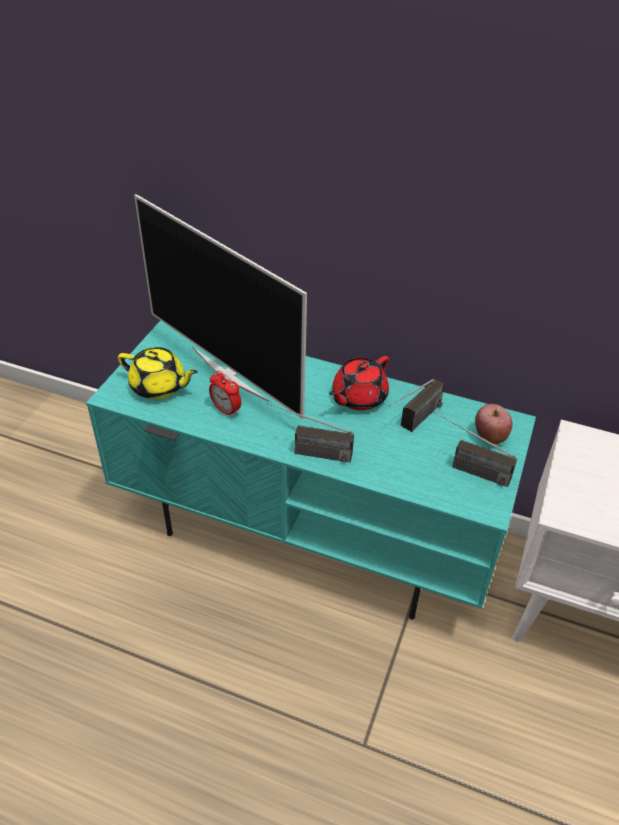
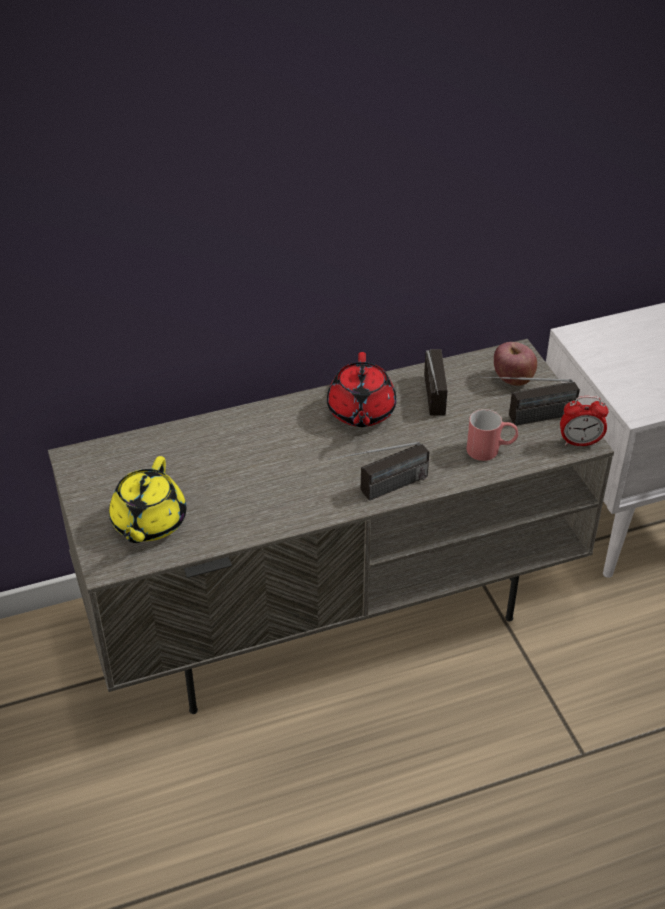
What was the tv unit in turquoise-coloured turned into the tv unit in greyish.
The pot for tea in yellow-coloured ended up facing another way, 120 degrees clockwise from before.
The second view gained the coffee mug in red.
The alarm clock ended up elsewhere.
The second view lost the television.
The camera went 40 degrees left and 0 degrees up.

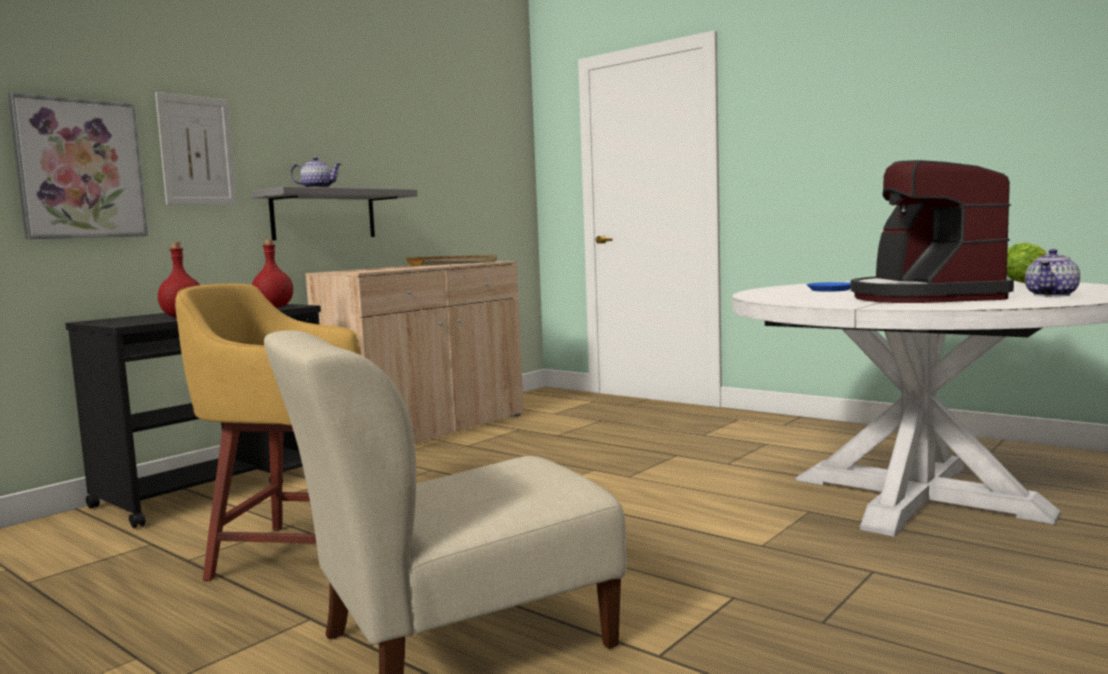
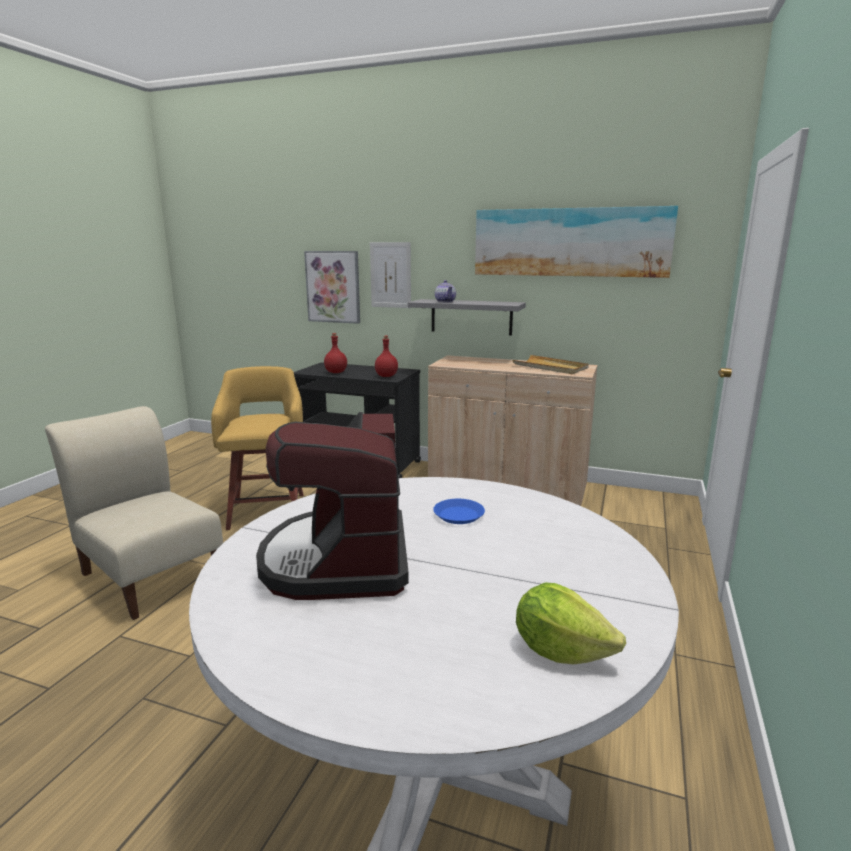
The coffee brewer ended up facing another way, 75 degrees counterclockwise from before.
The second view gained the wall art (no. 3 from left).
The second view lost the pot for tea (no. 2 from left).
The camera went 70 degrees right and 10 degrees up.

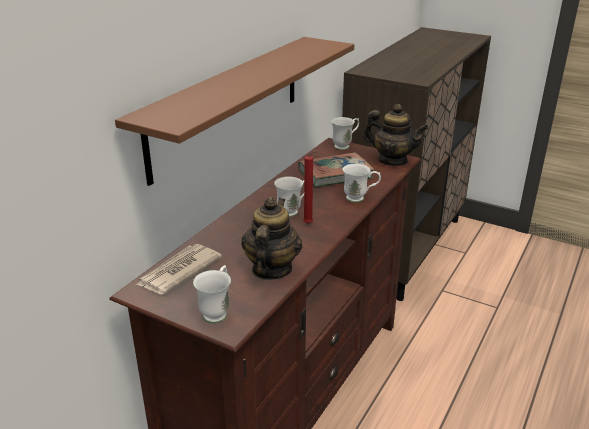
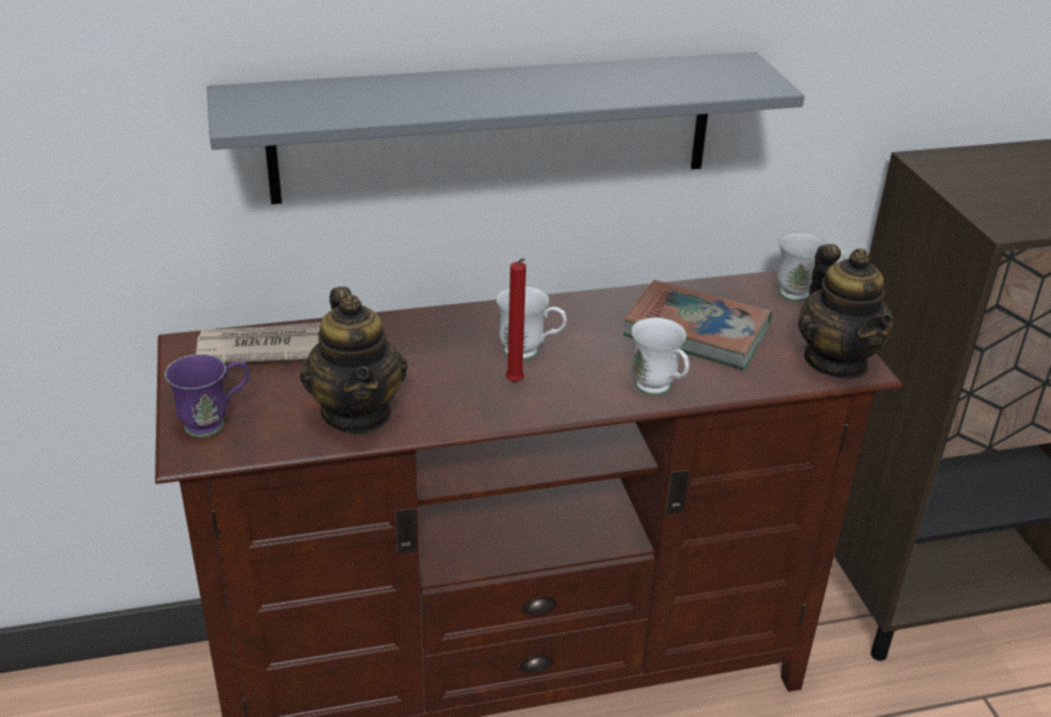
What was the coffee mug in whitish (no. 1 from left) turned into the coffee mug in purple-coloured.
What was the shelf in brownish turned into the shelf in greyish.
The pot for tea (no. 1 from left) ended up facing another way, 105 degrees clockwise from before.
The camera went 45 degrees right and 5 degrees up.

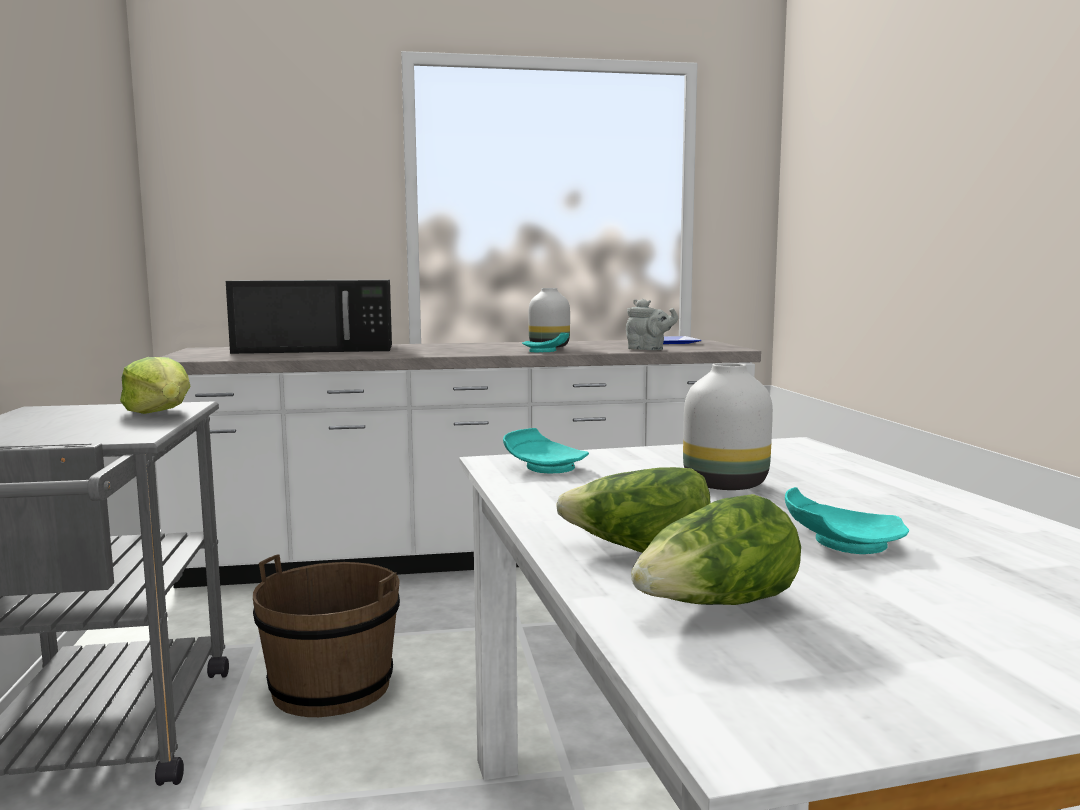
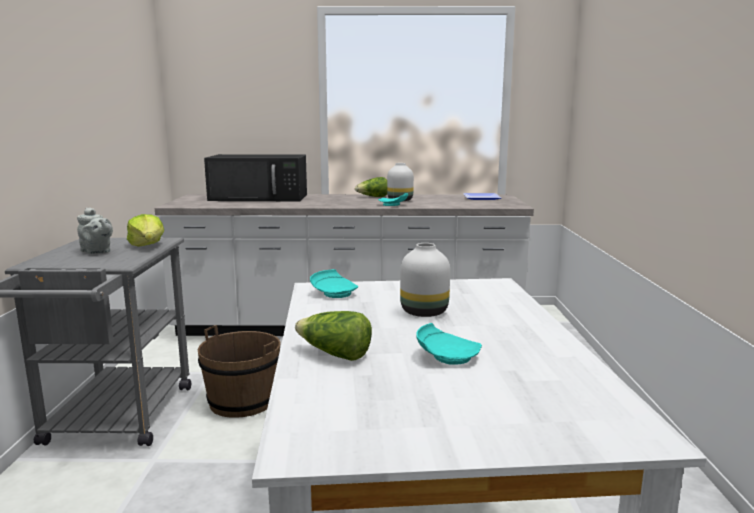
The pot for tea in greyish ended up elsewhere.
The head of lettuce (no. 3 from left) ended up elsewhere.
The camera went 10 degrees right and 5 degrees up.

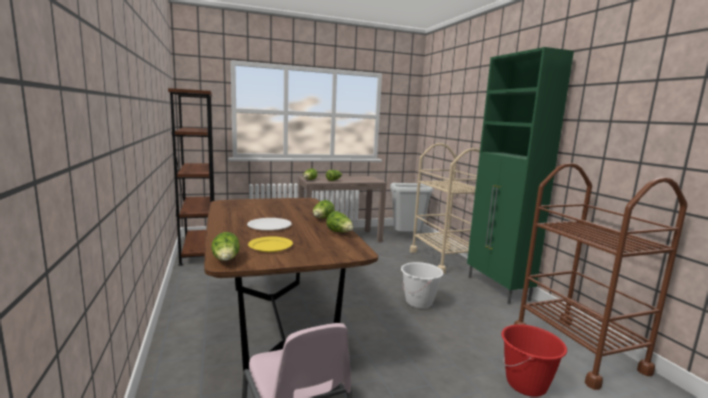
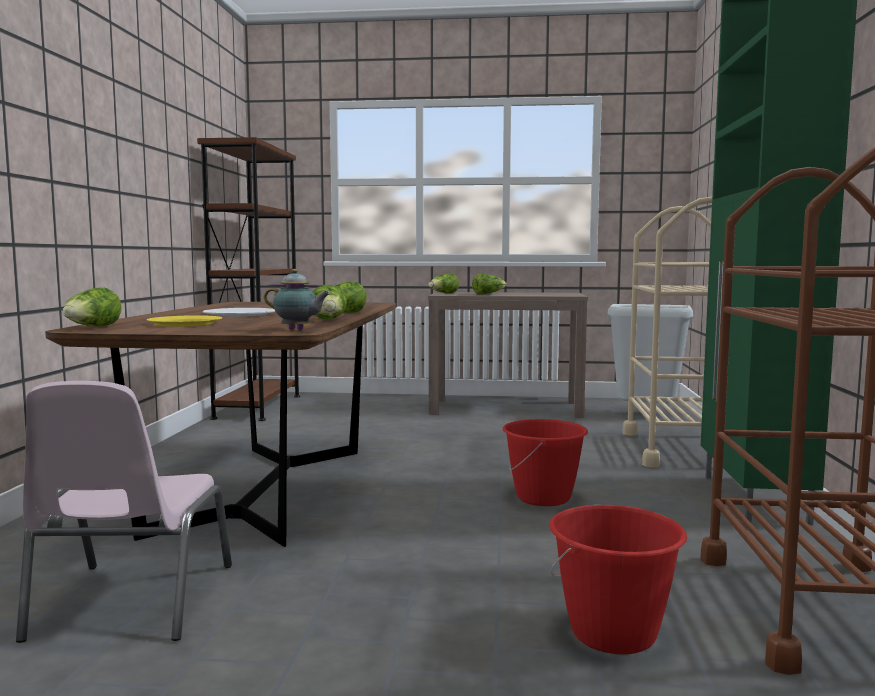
The second view gained the pot for tea.
What was the water bucket in whitish turned into the water bucket in red (no. 1 from left).
The camera went 25 degrees right and 5 degrees down.

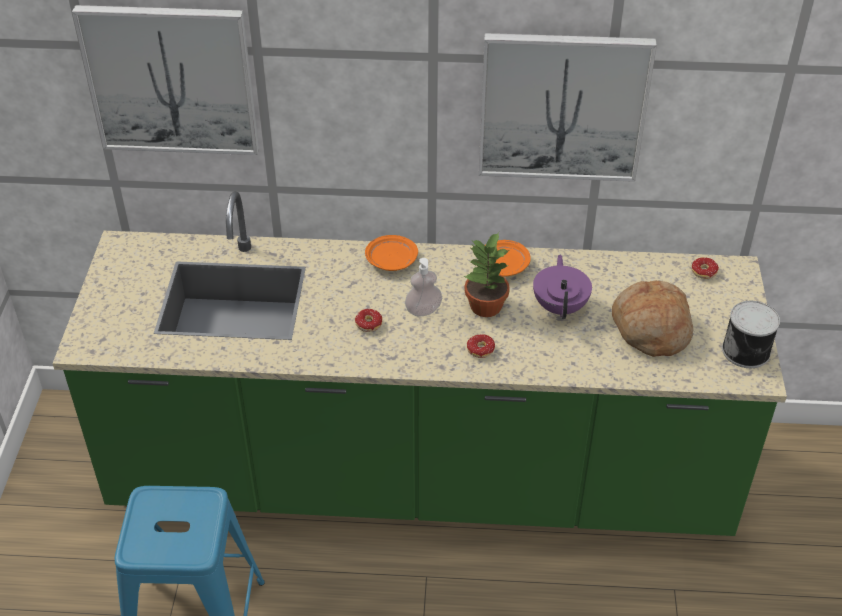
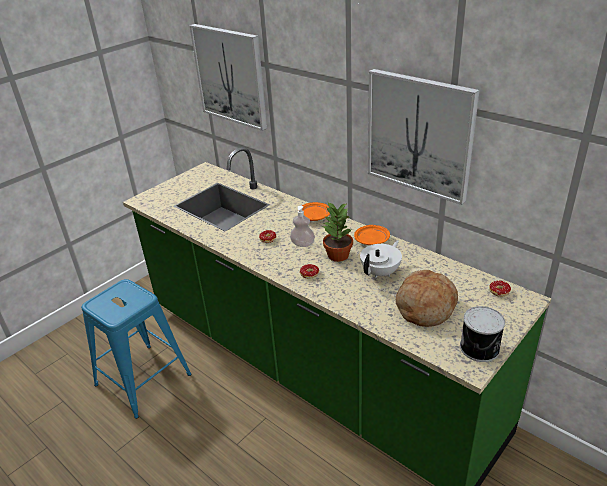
What was the pot for tea in purple-coloured turned into the pot for tea in whitish.
The camera went 40 degrees right and 10 degrees down.

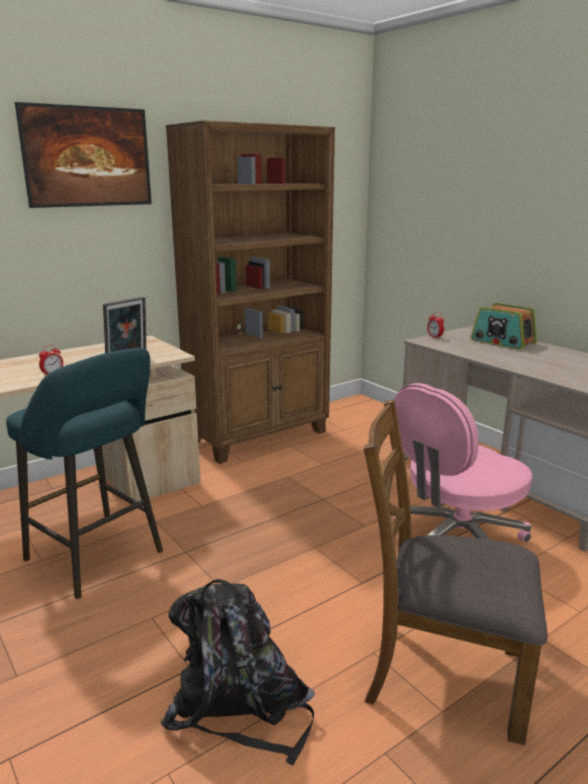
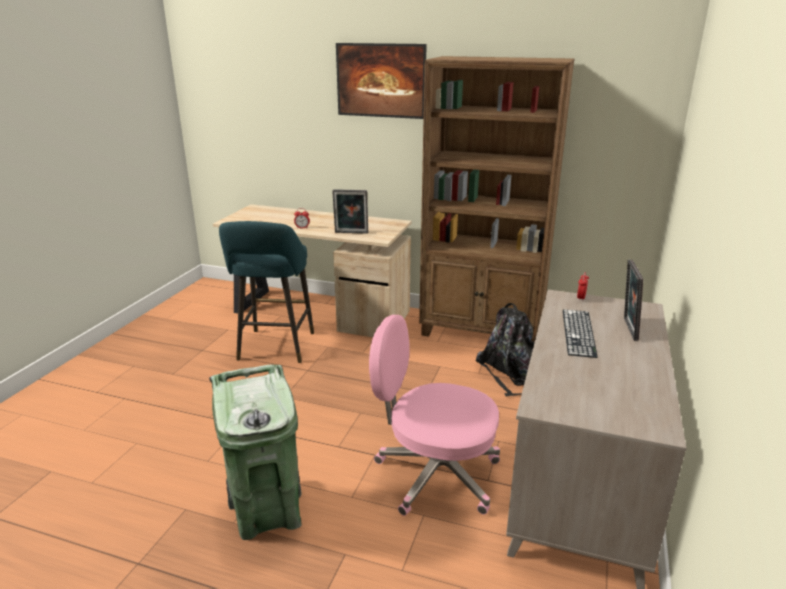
Where the upright chair in brownish stood, the trash can in green-coloured came to stand.
The rucksack in blackish ended up elsewhere.
The second view gained the computer keyboard.
Where the radio receiver stood, the picture frame (no. 2 from left) came to stand.
The camera went 55 degrees right and 5 degrees up.

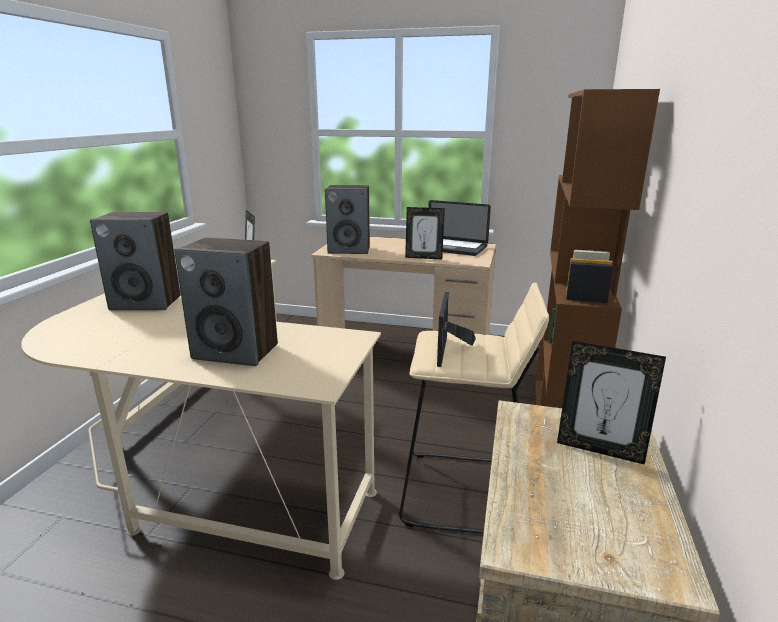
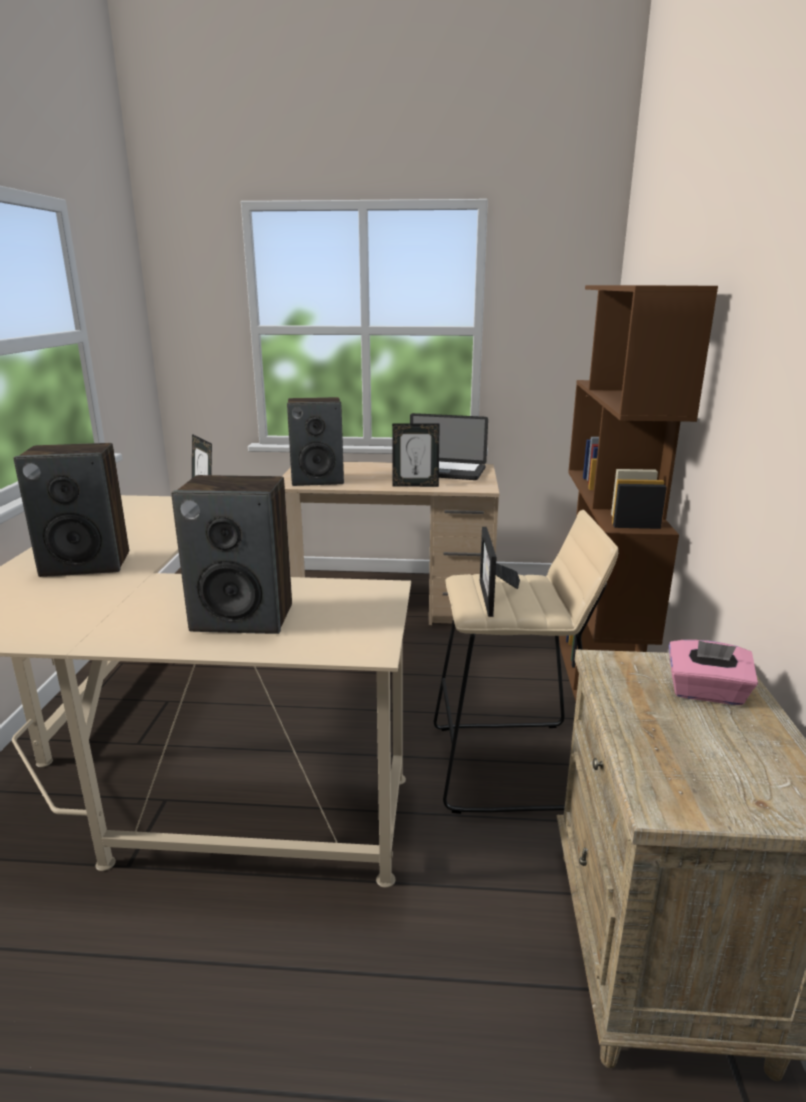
Where the picture frame (no. 4 from left) stood, the tissue box in pink-coloured came to stand.
The camera went 10 degrees left and 0 degrees up.

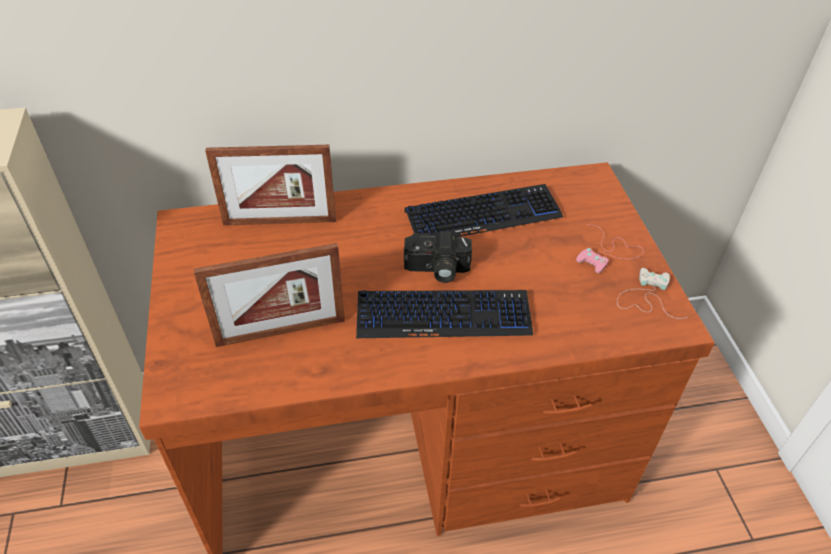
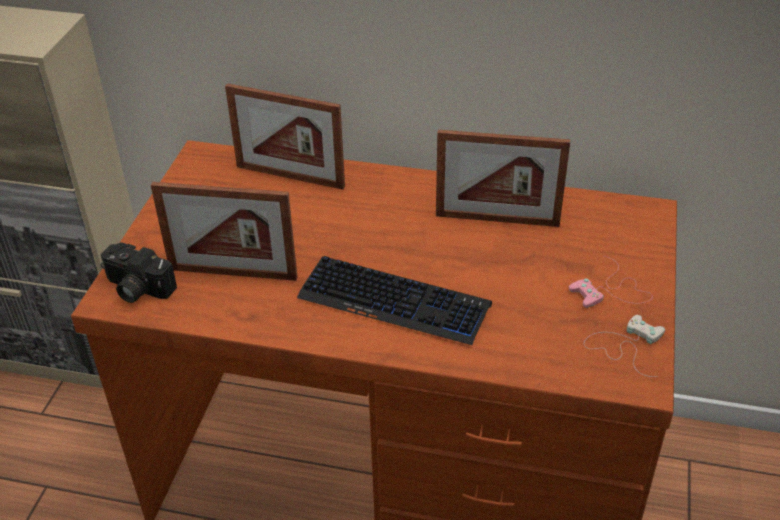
The still camera ended up elsewhere.
Where the computer keyboard (no. 2 from left) stood, the picture frame (no. 3 from left) came to stand.
The camera went 25 degrees right and 5 degrees down.

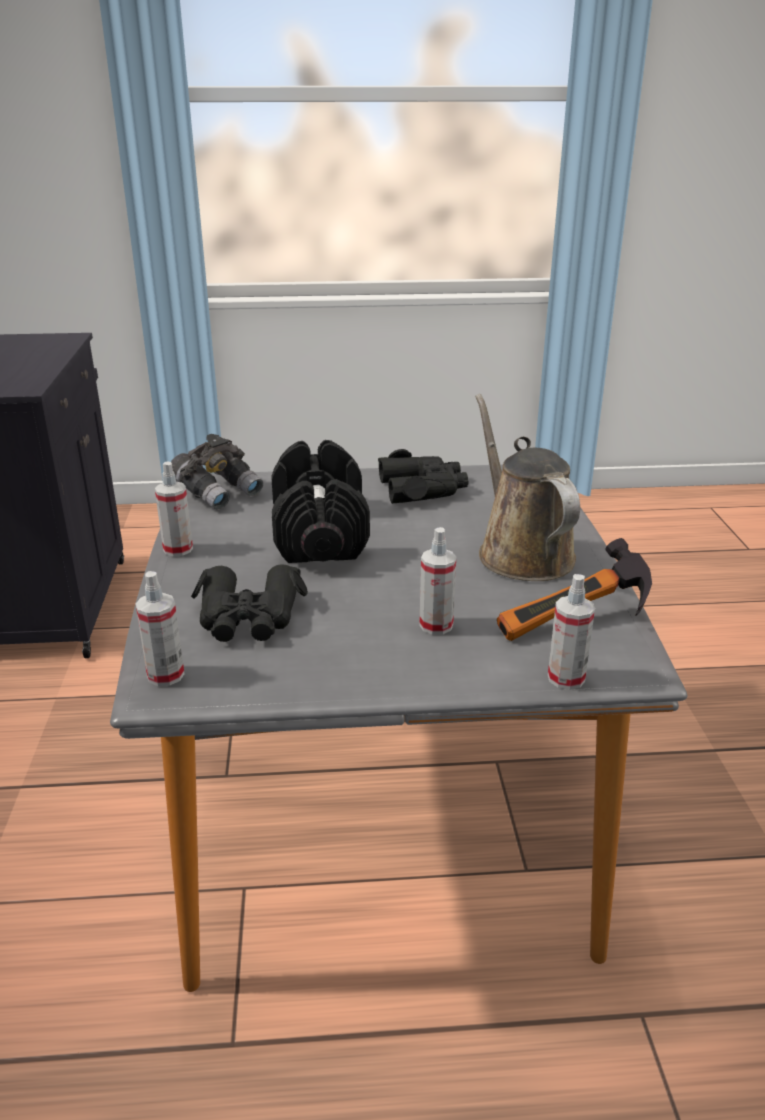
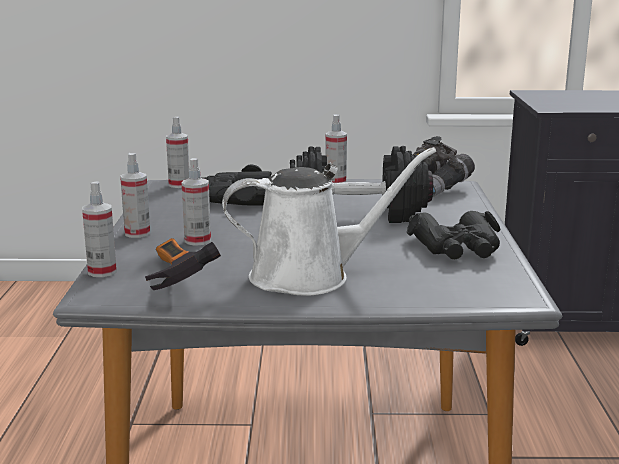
The second view gained the spray bottle (no. 2 from left).
What was the watering can in brownish turned into the watering can in whitish.
The camera went 95 degrees right and 10 degrees down.

